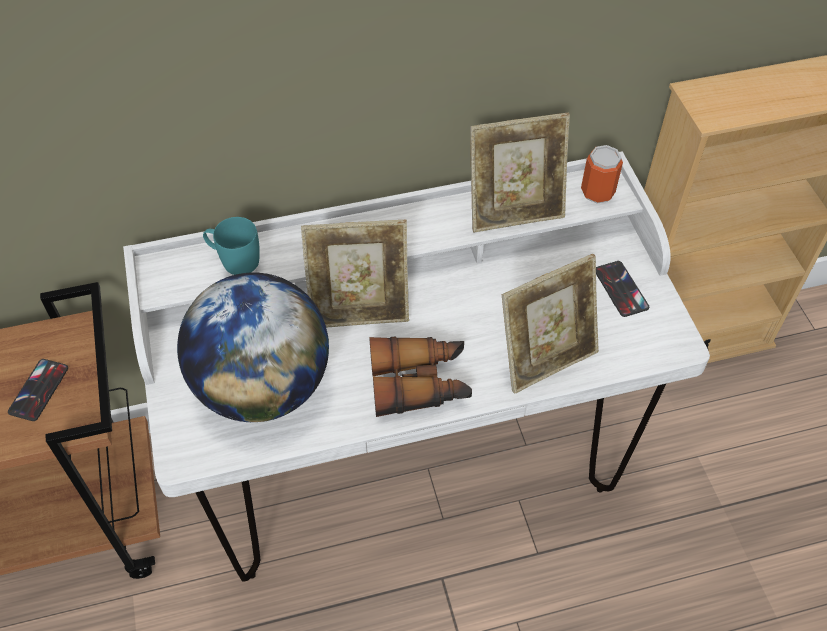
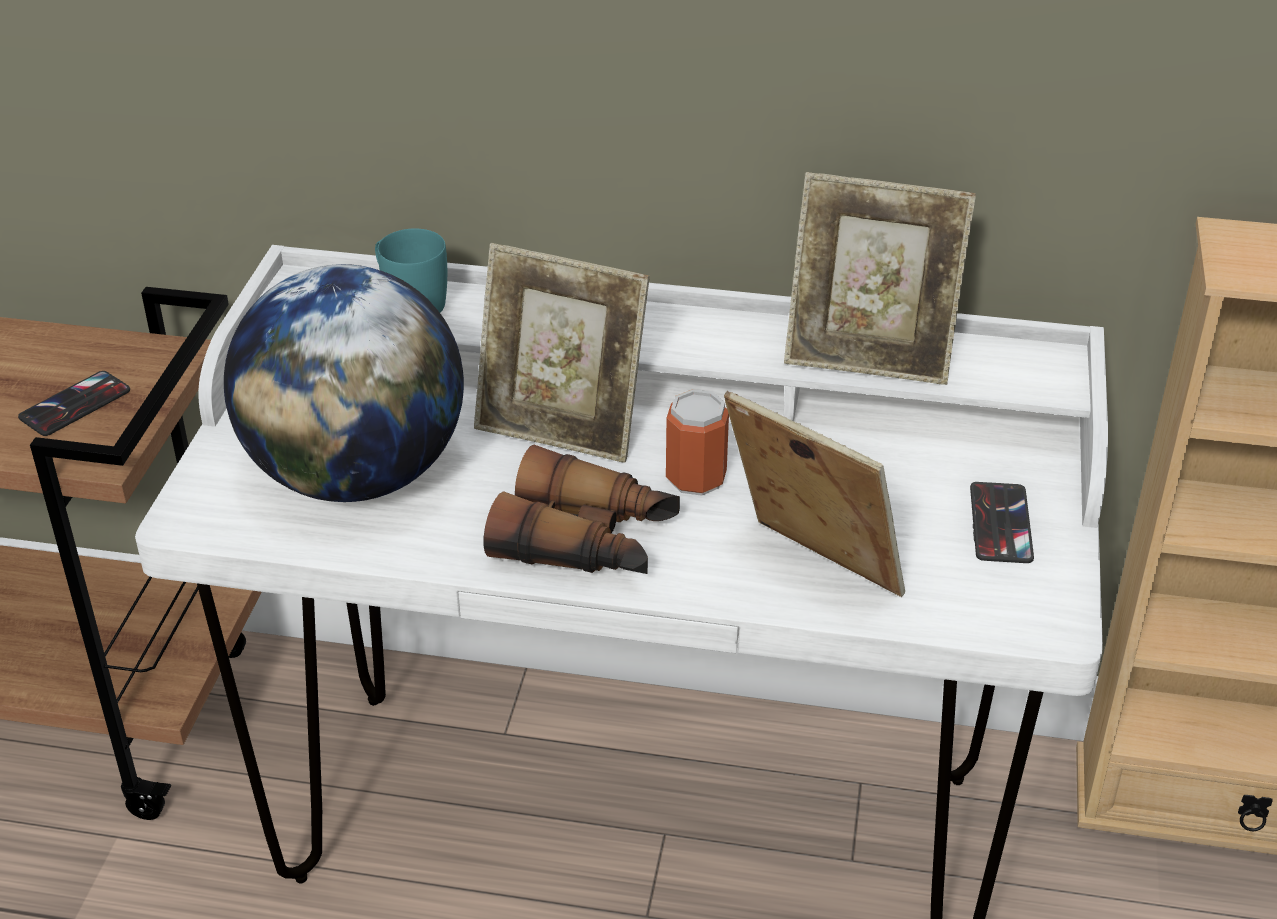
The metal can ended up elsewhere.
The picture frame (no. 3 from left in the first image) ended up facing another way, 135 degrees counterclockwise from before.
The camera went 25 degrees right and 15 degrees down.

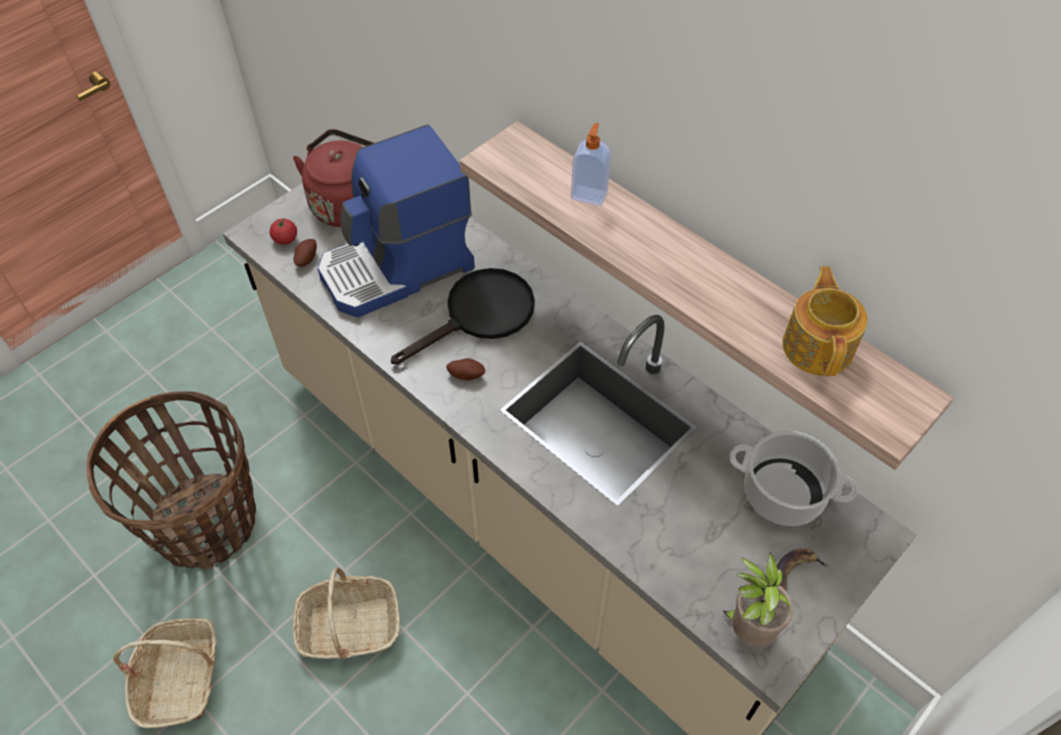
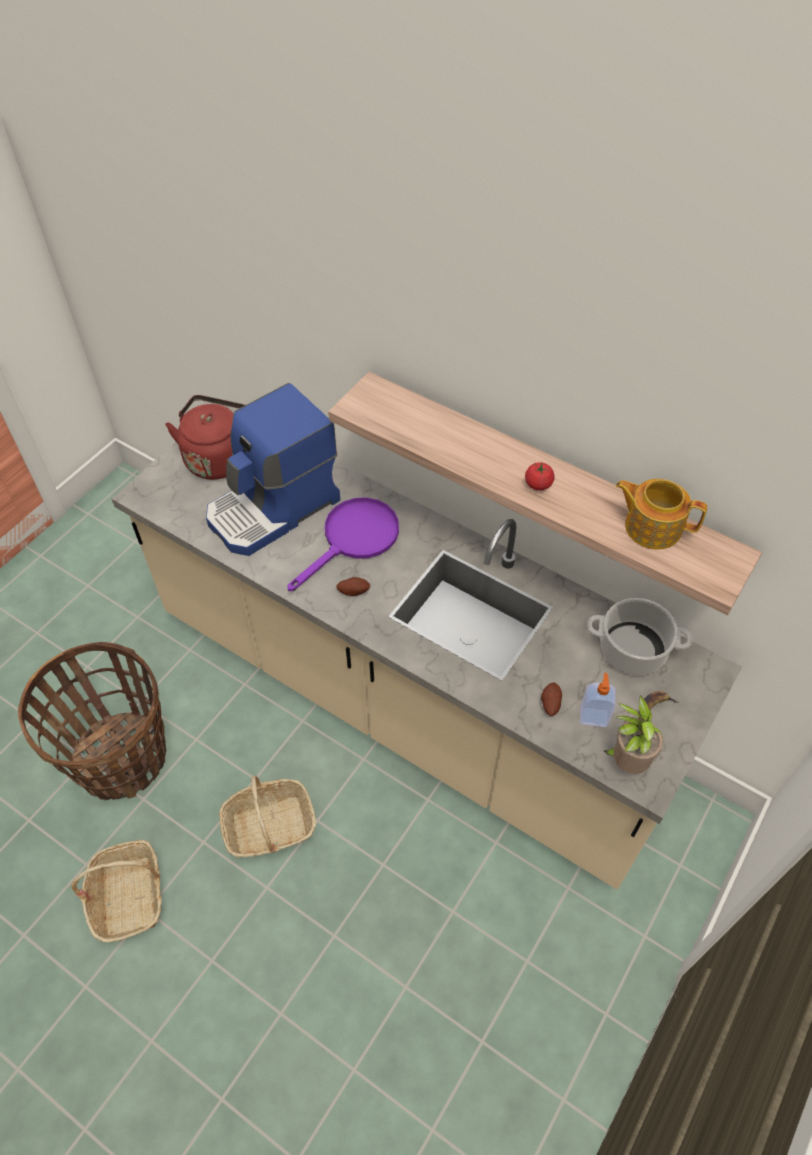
What was the skillet in blackish turned into the skillet in purple-coloured.
The whole tomato ended up elsewhere.
The whole potato (no. 1 from left in the first image) ended up elsewhere.
The soap dispenser ended up elsewhere.
The pot for tea ended up facing another way, 60 degrees counterclockwise from before.
The camera went 10 degrees left and 0 degrees up.

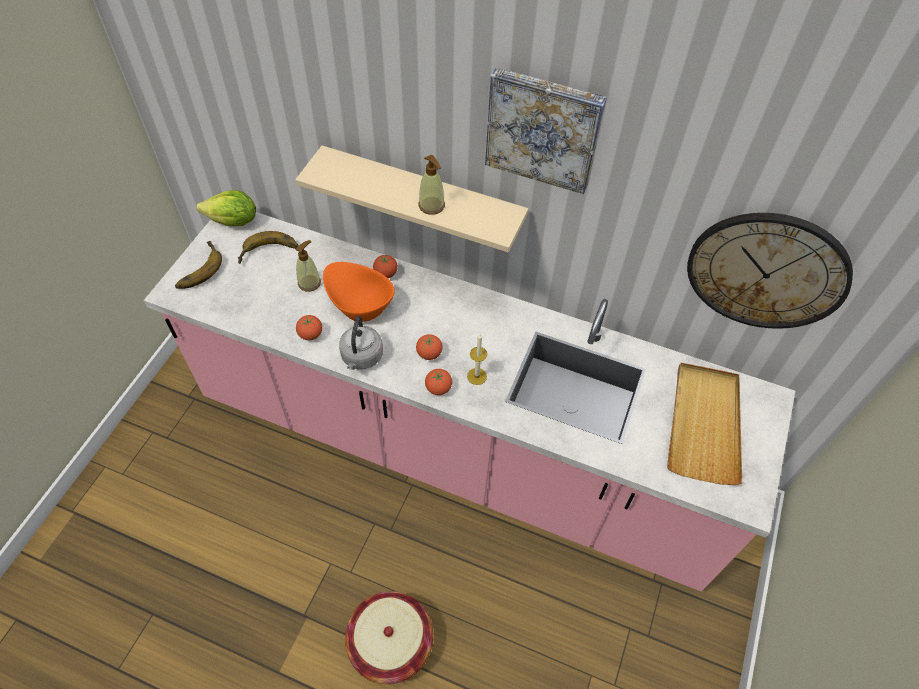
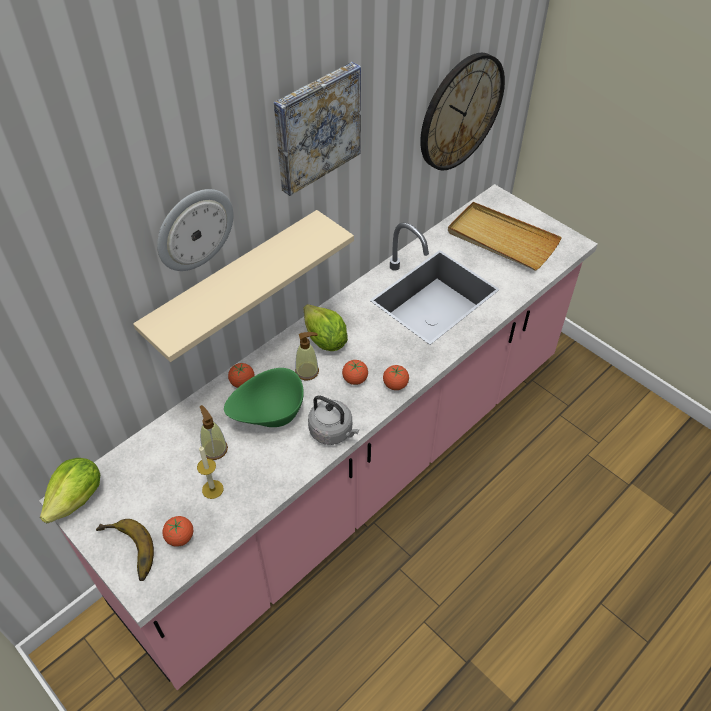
The second view gained the hanging clock (no. 1 from left).
The whole tomato (no. 1 from left) ended up elsewhere.
The candle ended up elsewhere.
What was the bowl in orangey turned into the bowl in green-coloured.
The soap dispenser (no. 2 from left) ended up elsewhere.
The second view gained the head of lettuce (no. 2 from left).
The second view lost the whole banana (no. 2 from left).
The second view lost the basket.
The camera went 65 degrees left and 5 degrees down.

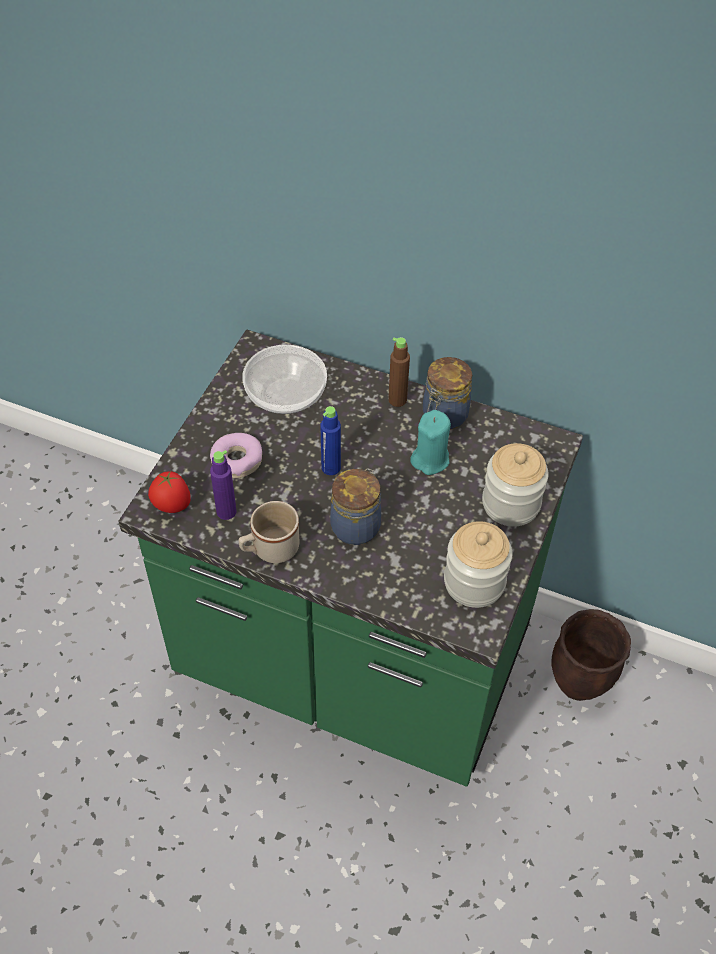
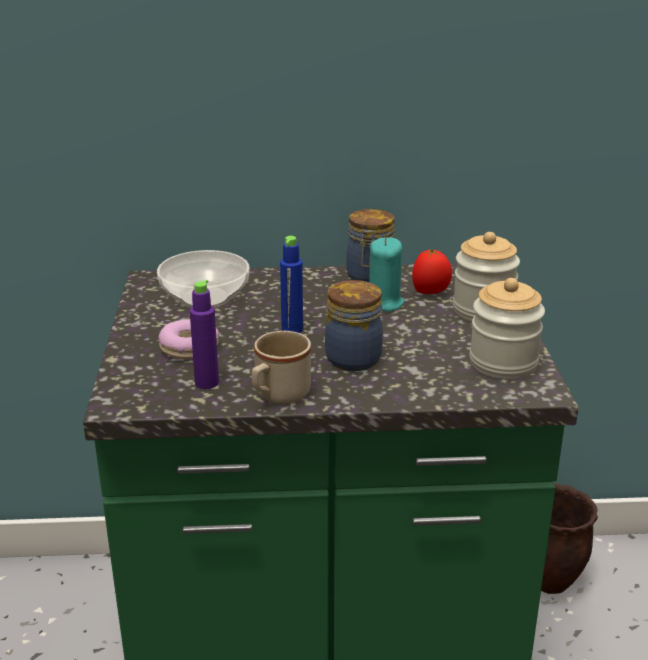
The whole tomato ended up elsewhere.
The second view lost the beverage bottle in brownish.
The camera went 25 degrees left and 25 degrees down.

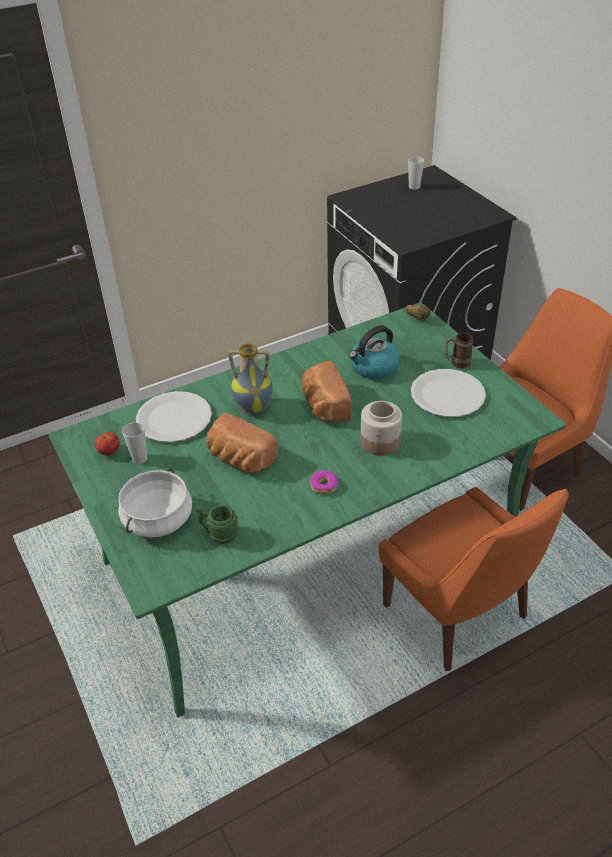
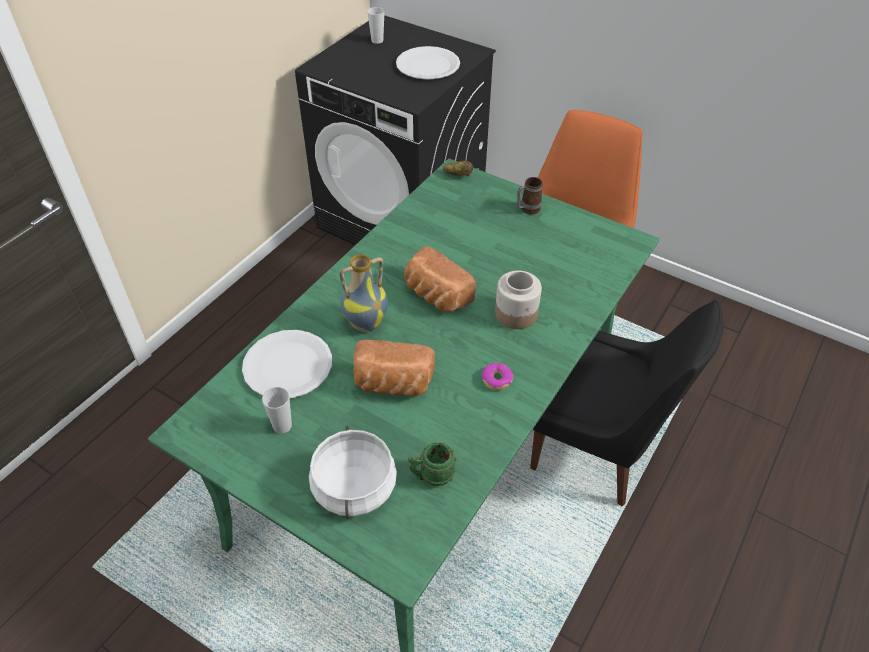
The flat dish in whitish (no. 2 from left) ended up elsewhere.
What was the upright chair in orangey (no. 1 from left) turned into the upright chair in blackish.
The second view lost the whole tomato.
The second view lost the kettle.
The camera went 30 degrees left and 5 degrees up.

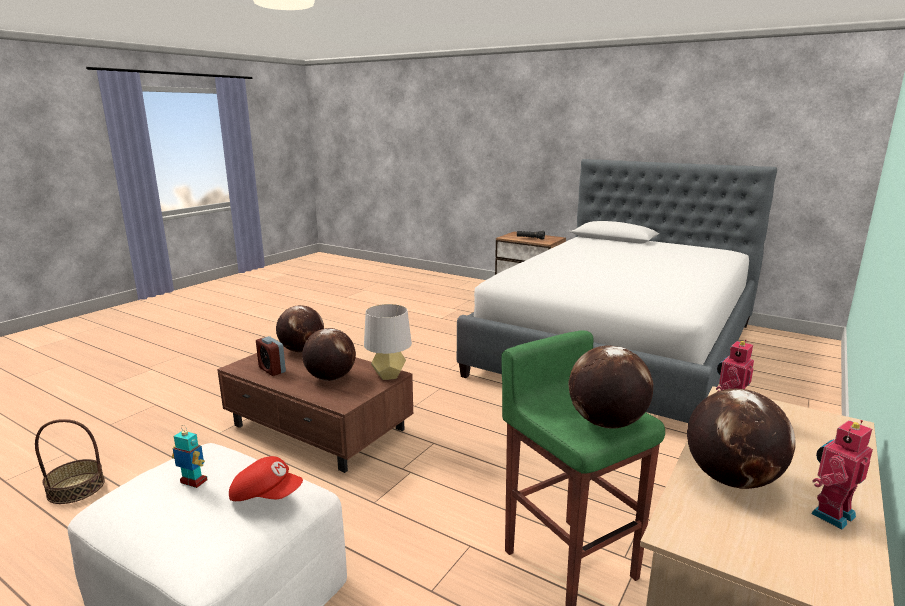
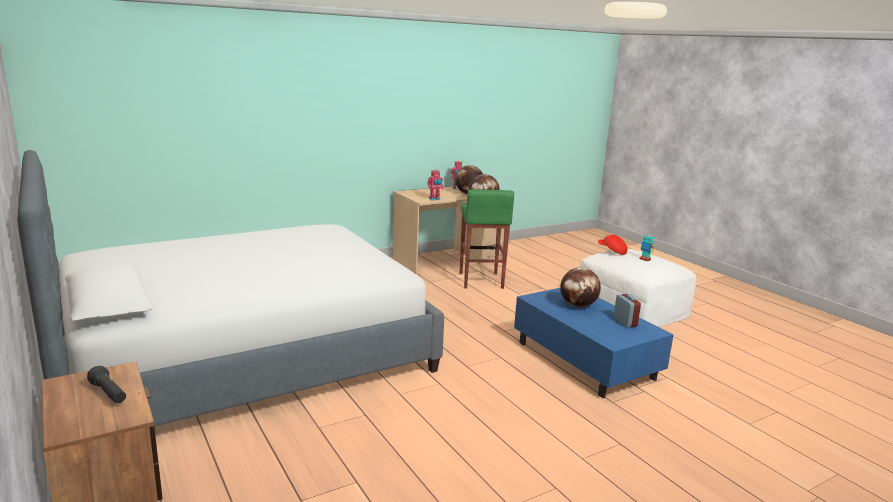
What was the lounge table in brownish turned into the lounge table in blue-coloured.
The second view lost the basket.
The second view lost the world globe (no. 1 from left).
The second view lost the tabletop lamp in greyish.
The camera went 155 degrees left and 0 degrees up.

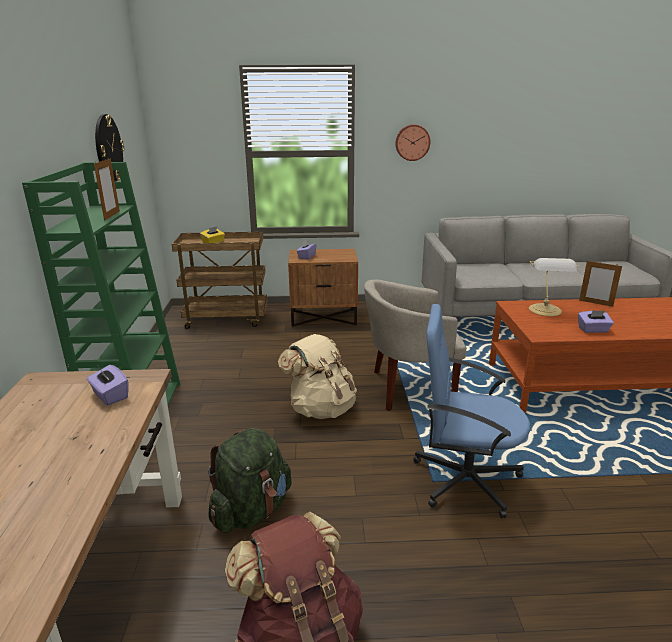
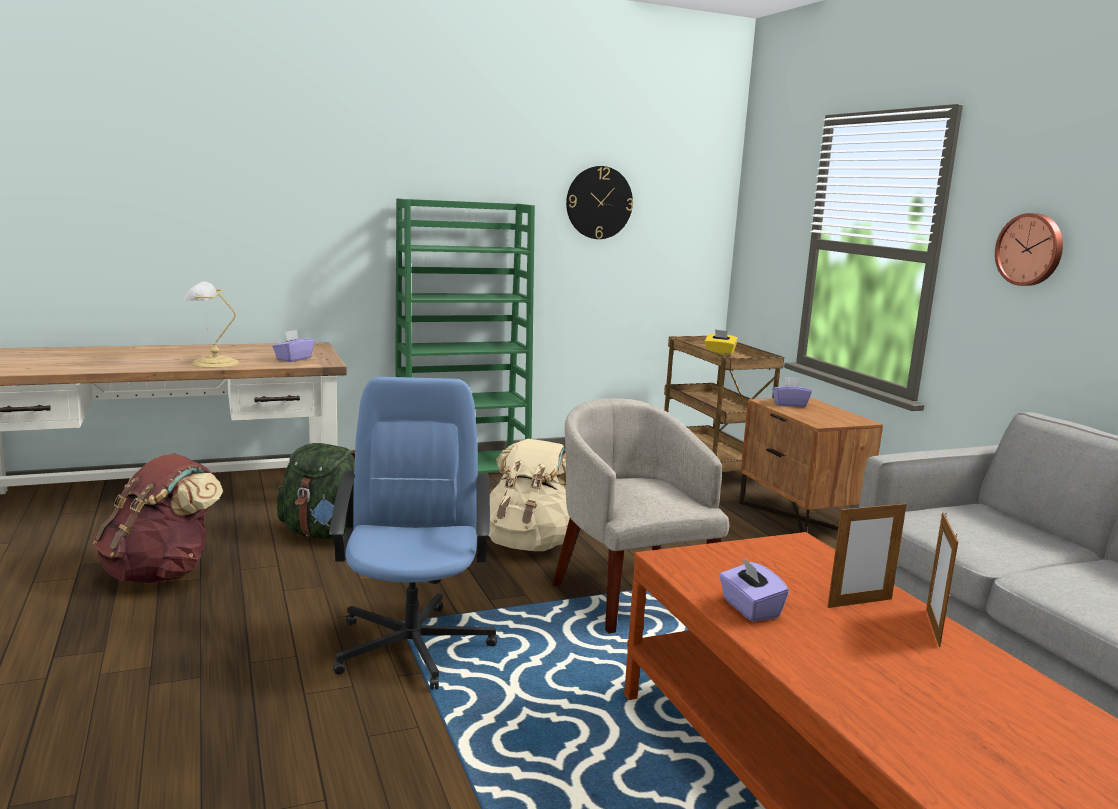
The tabletop lamp ended up elsewhere.
The picture frame (no. 1 from left) ended up elsewhere.
The camera went 70 degrees right and 10 degrees down.

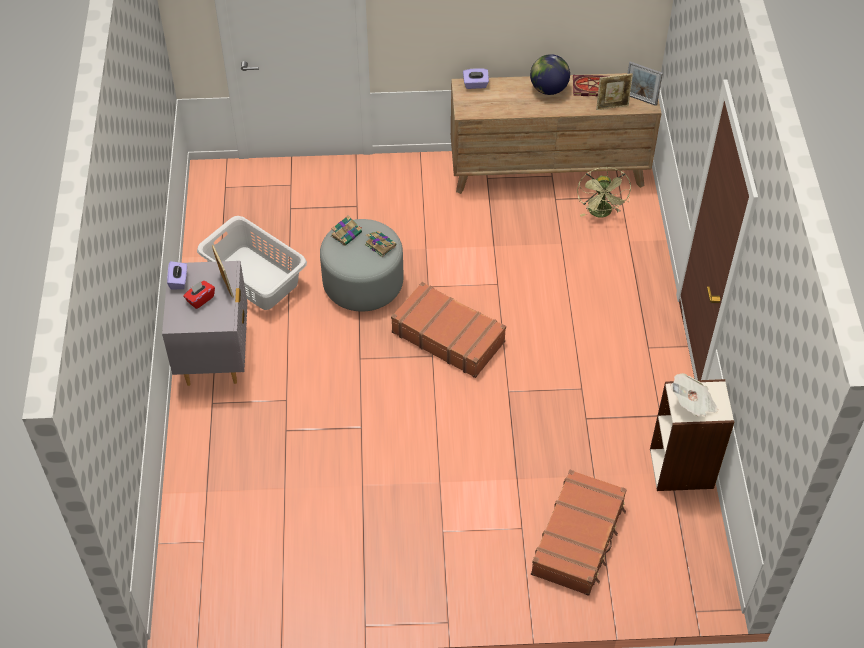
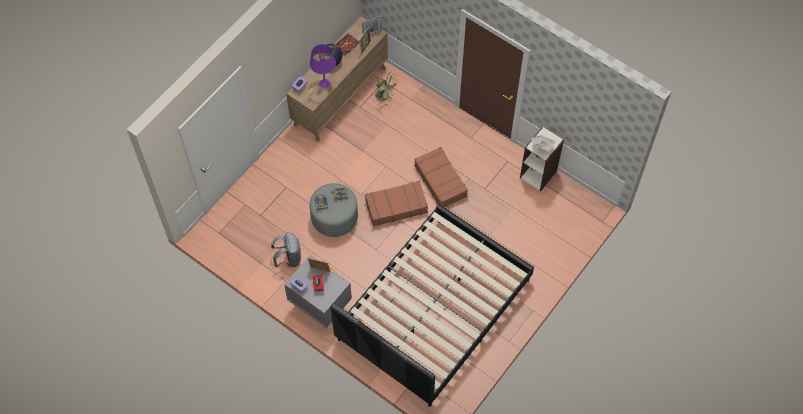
Where the hamper in greyish stood, the rucksack in greyish came to stand.
The second view gained the tabletop lamp in purple-coloured.
The second view gained the bedroom bed in blackish.
The suitcase in brownish (no. 2 from left) ended up elsewhere.
The camera went 50 degrees left and 10 degrees up.

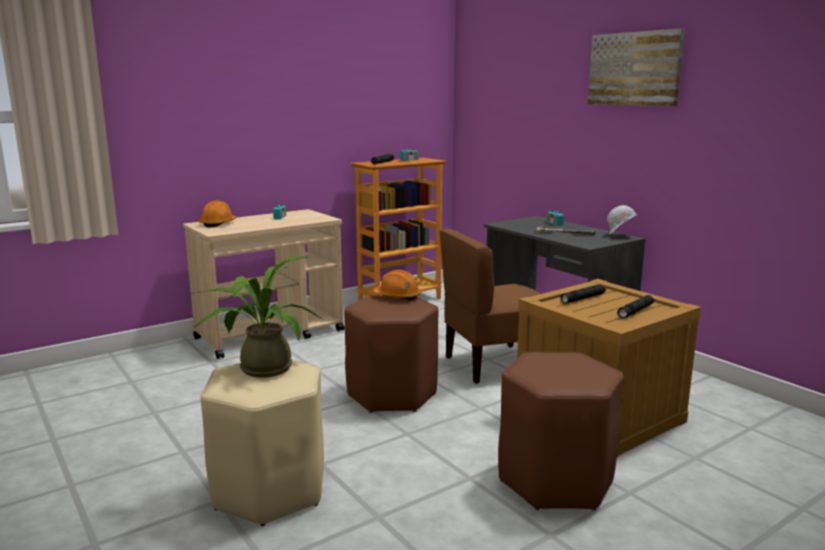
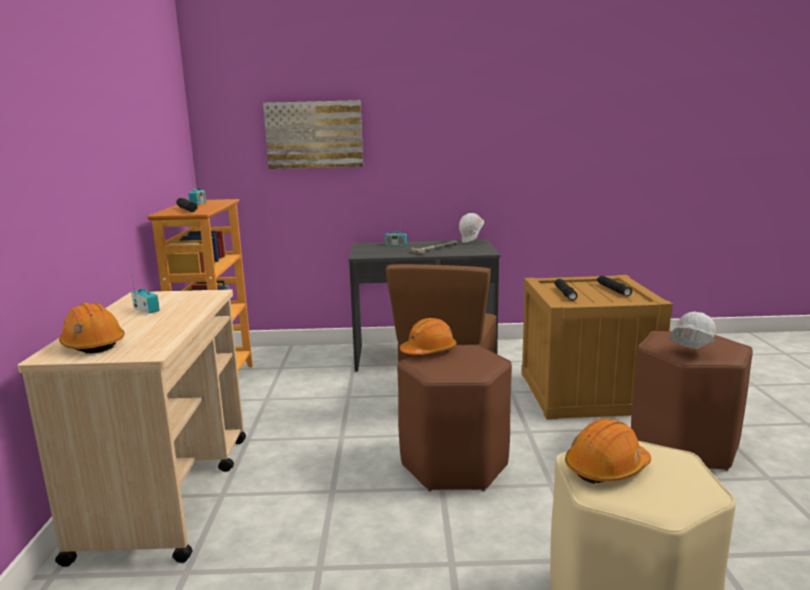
The wall art ended up elsewhere.
Where the houseplant stood, the work helmet in orangey (no. 3 from left) came to stand.
The second view gained the work helmet in whitish (no. 2 from left).
The camera went 55 degrees left and 0 degrees up.

